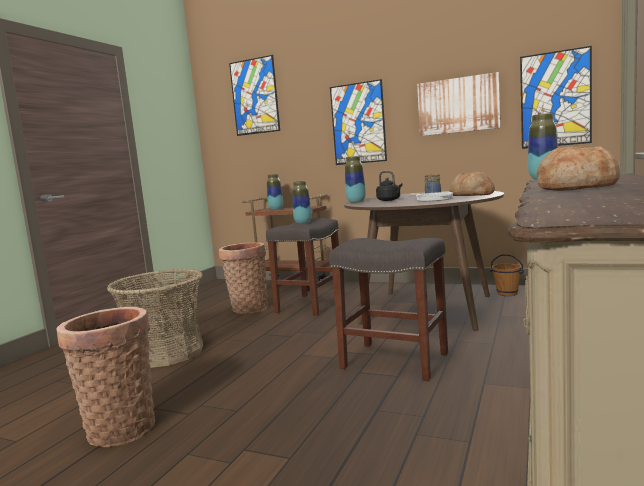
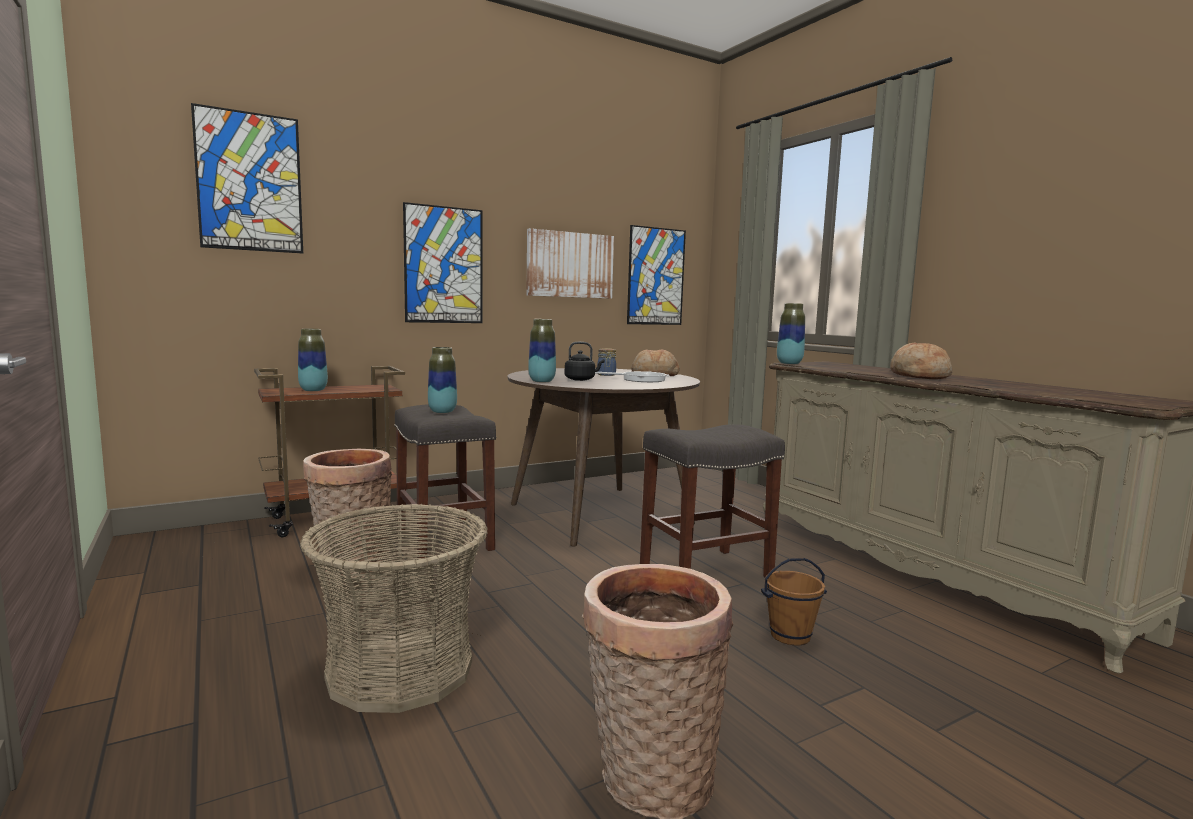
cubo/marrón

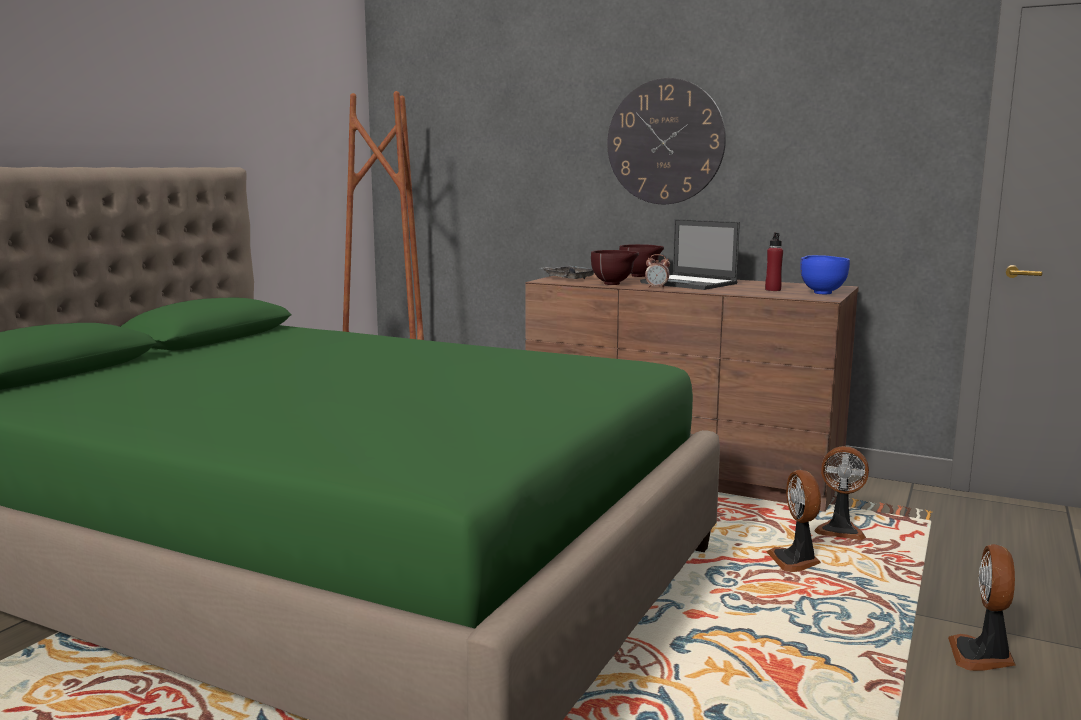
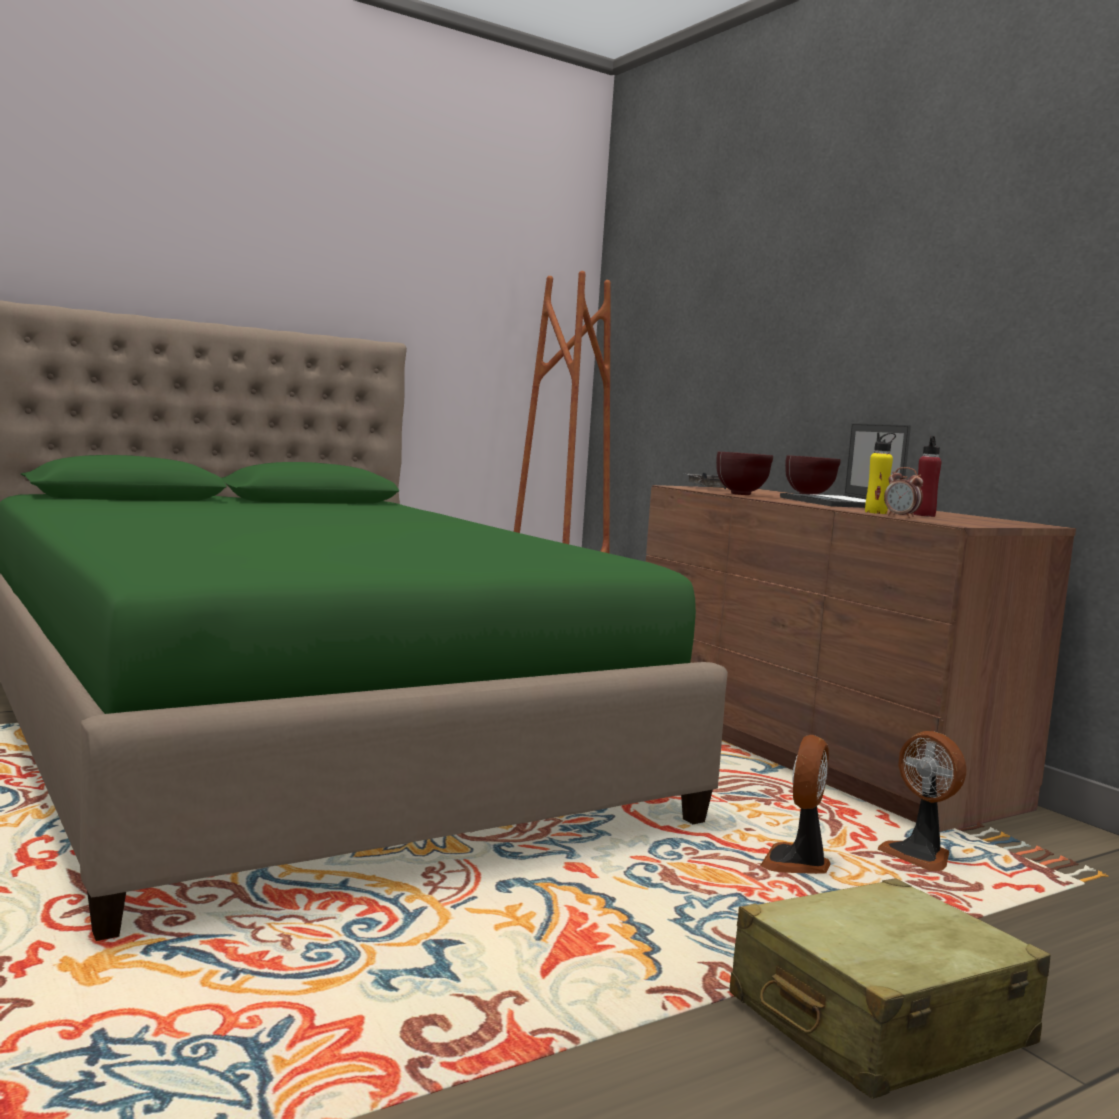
reloj de pared
despertador
cuenco/azul
maleta/beis
botella/amarillo

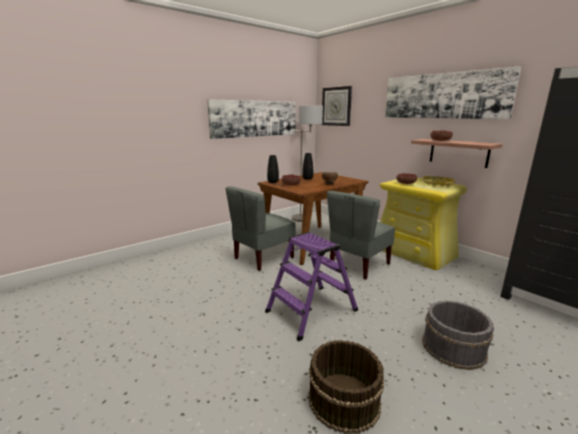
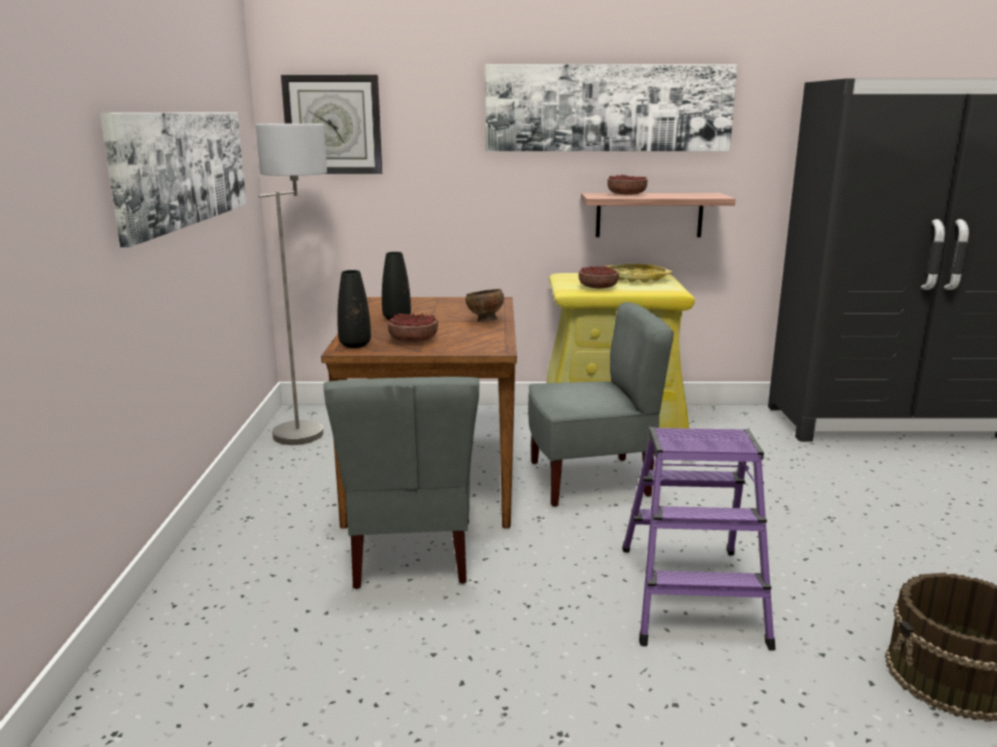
silla/gris (no. 2 from left)
cubo/gris

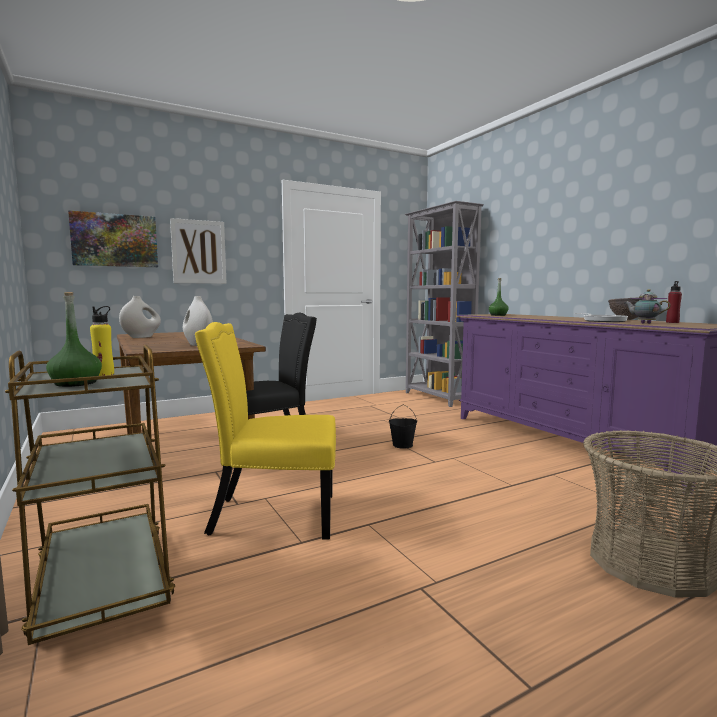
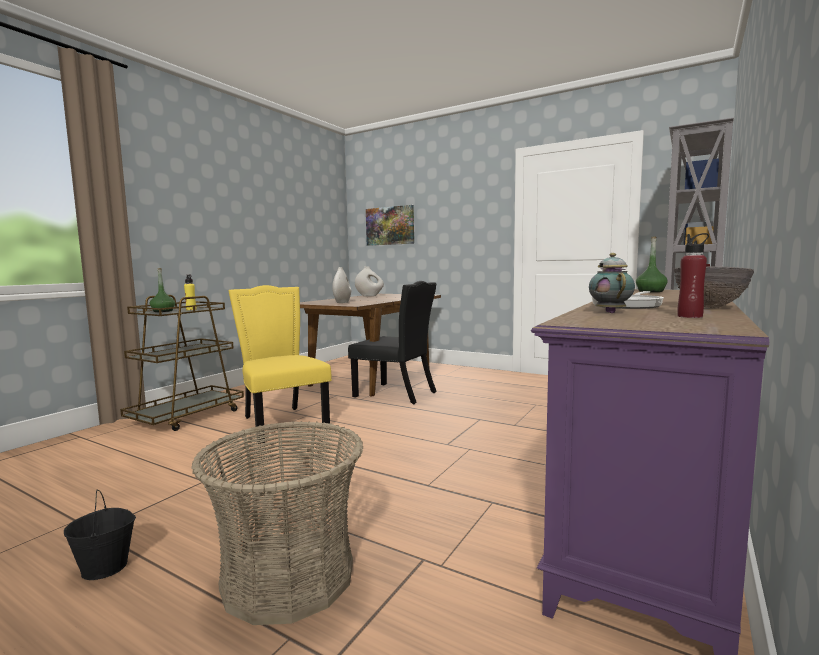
cuadro (no. 2 from left in the first image)
cubo/negro

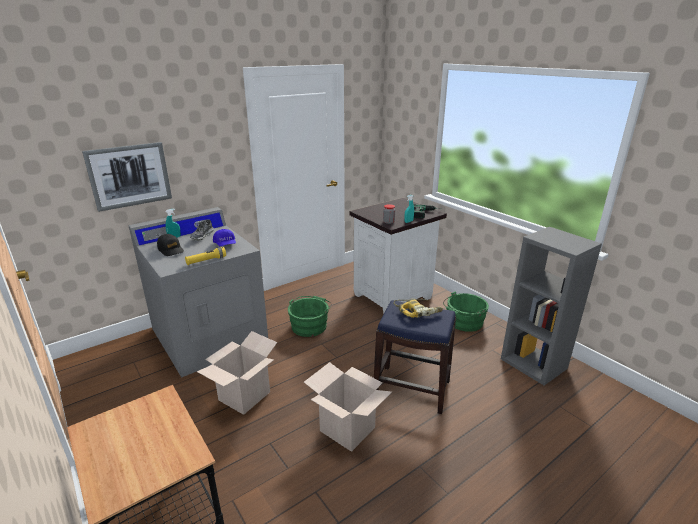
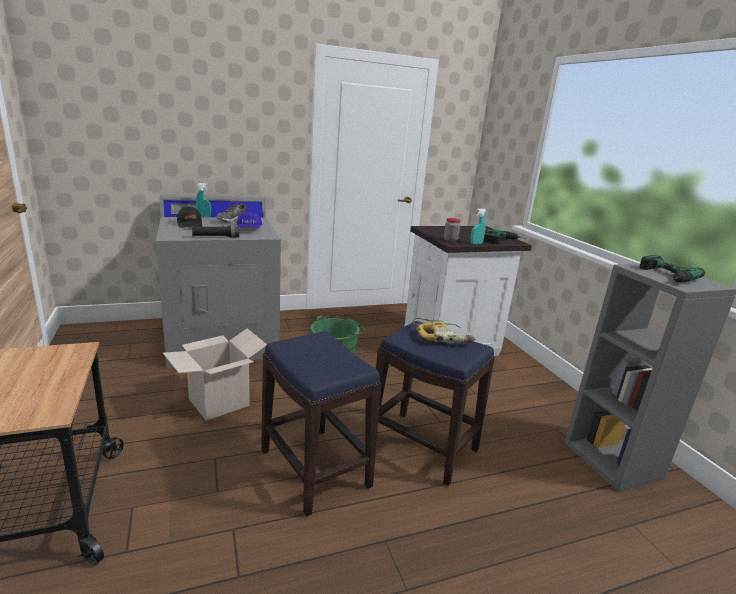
cuadro
linterna/negro
taburete (no. 1 from left)
cubo/verde (no. 2 from left in the first image)
taladro (no. 3 from left)

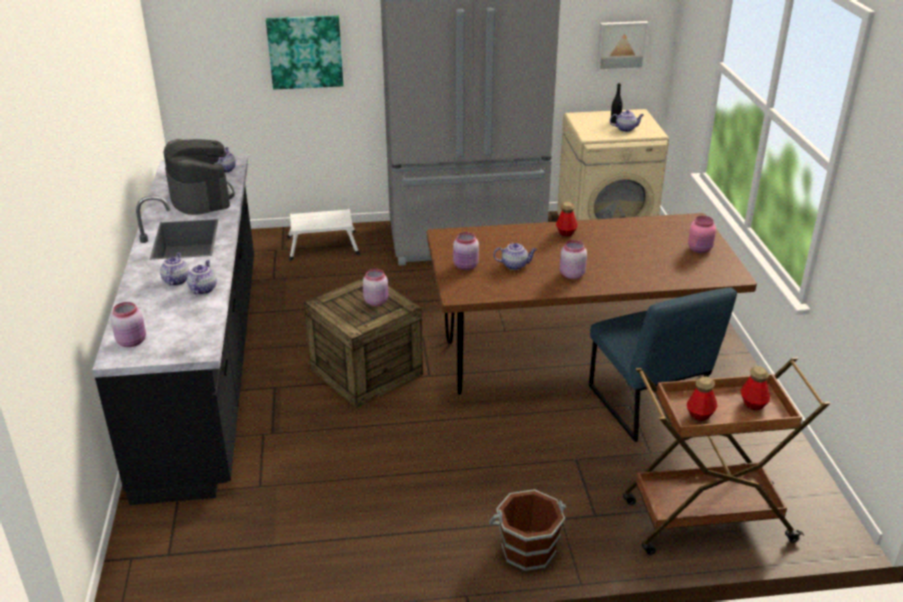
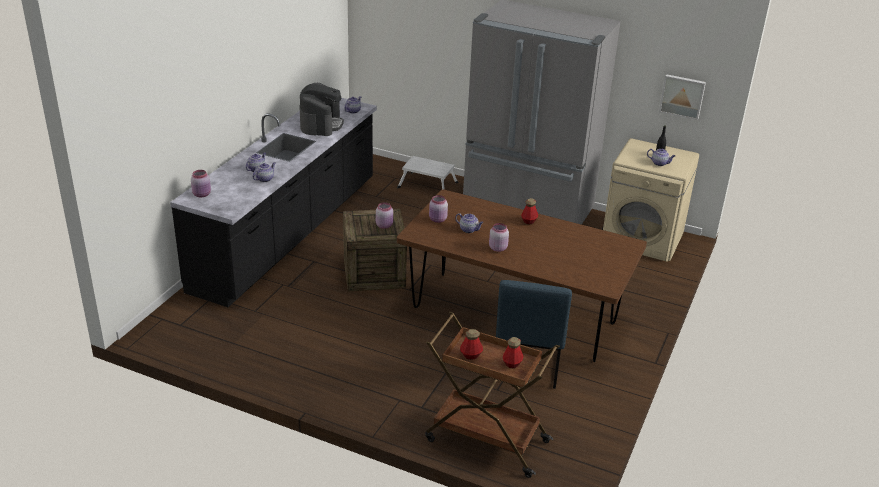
cuadro (no. 1 from left in the first image)
cubo/marrón
tarro/rosa (no. 5 from left in the first image)

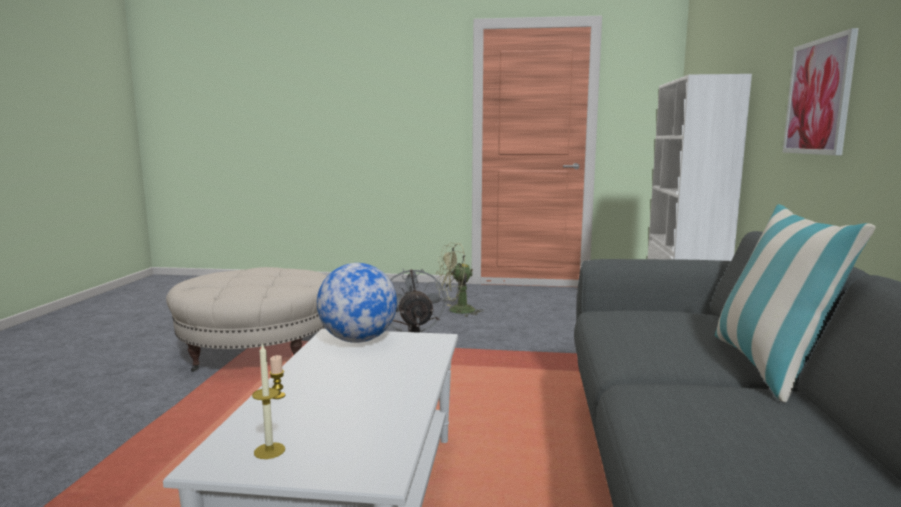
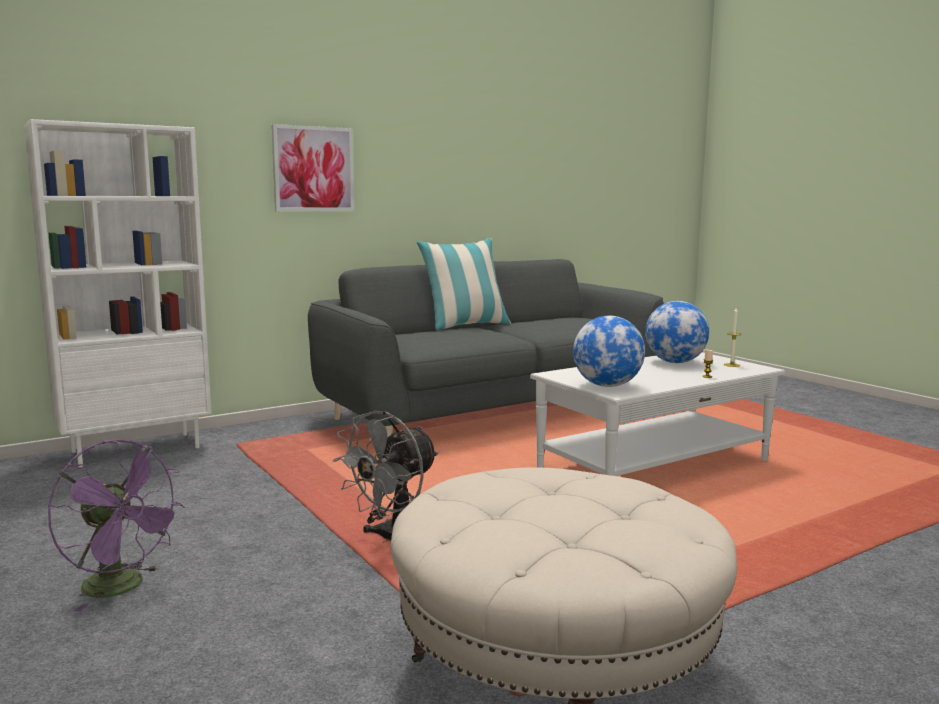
ventilador/morado
globo terráqueo (no. 2 from left)

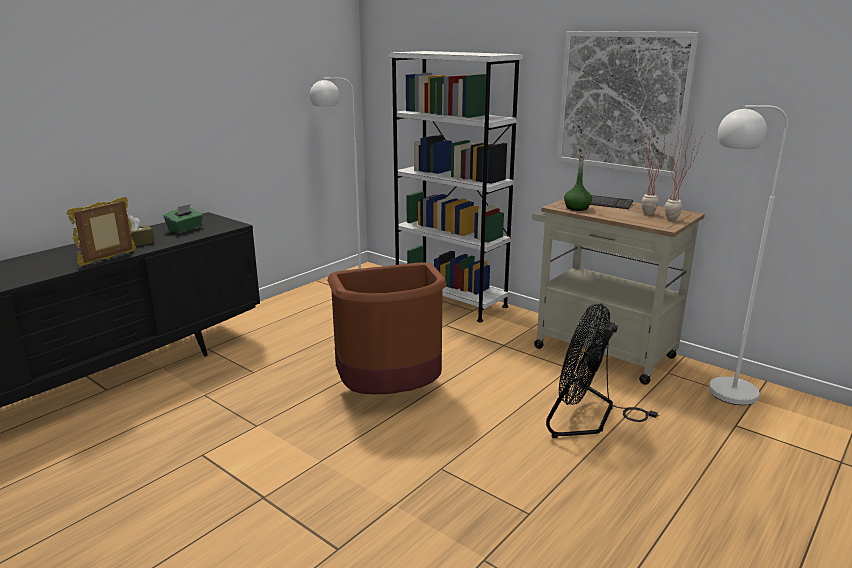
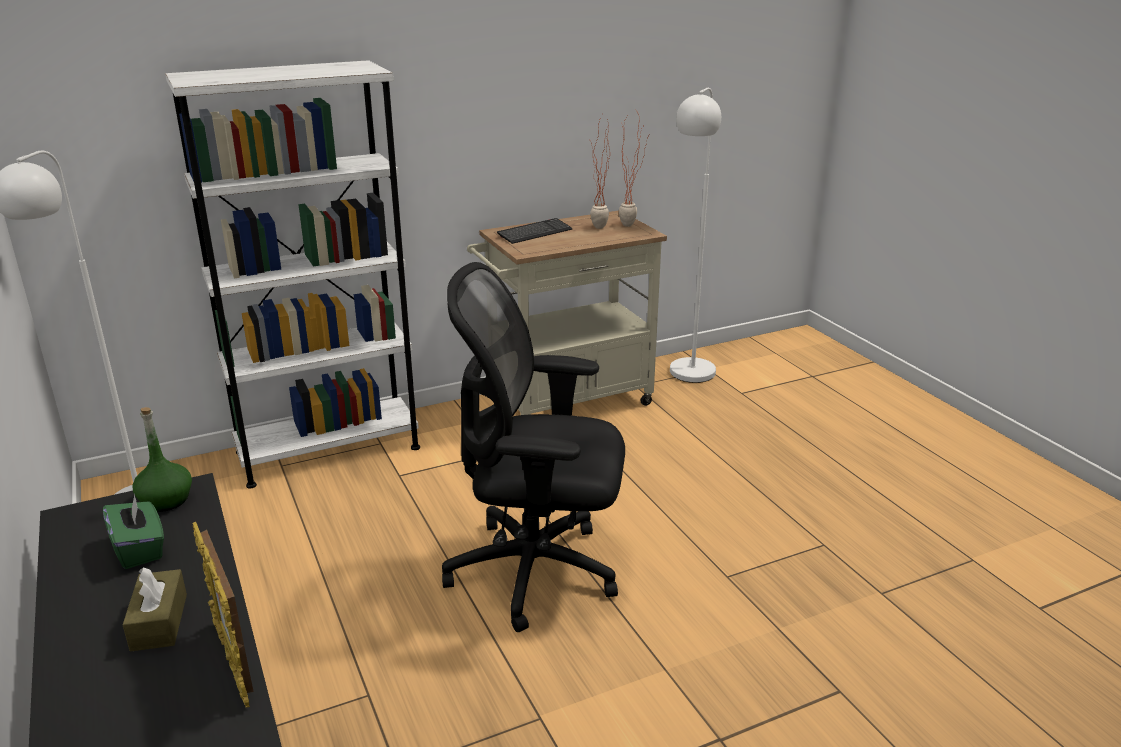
silla de oficina/negro
ventilador/negro
cuadro
botella/verde

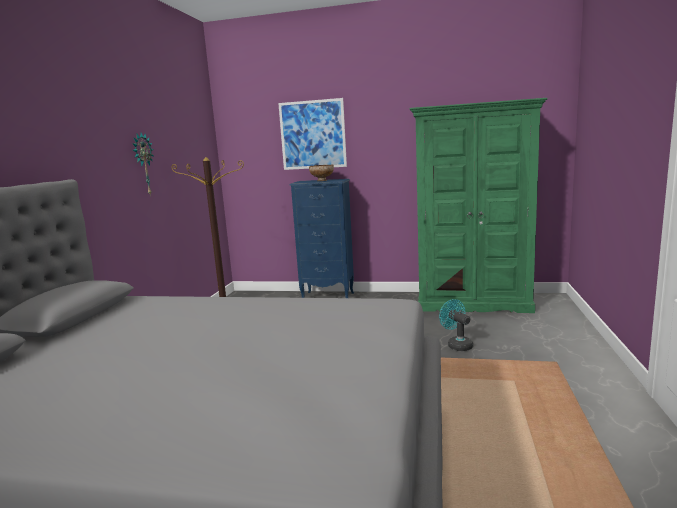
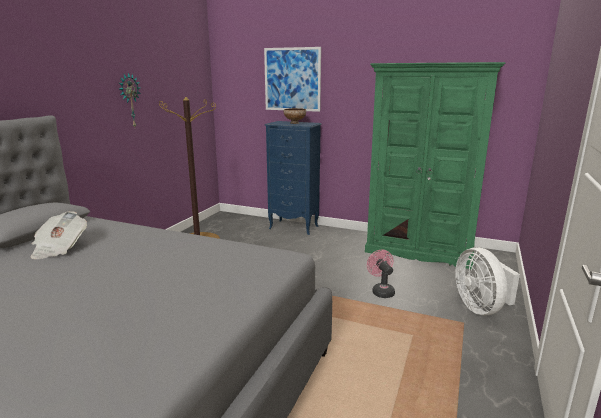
ventilador/rosa
periódico
ventilador/blanco

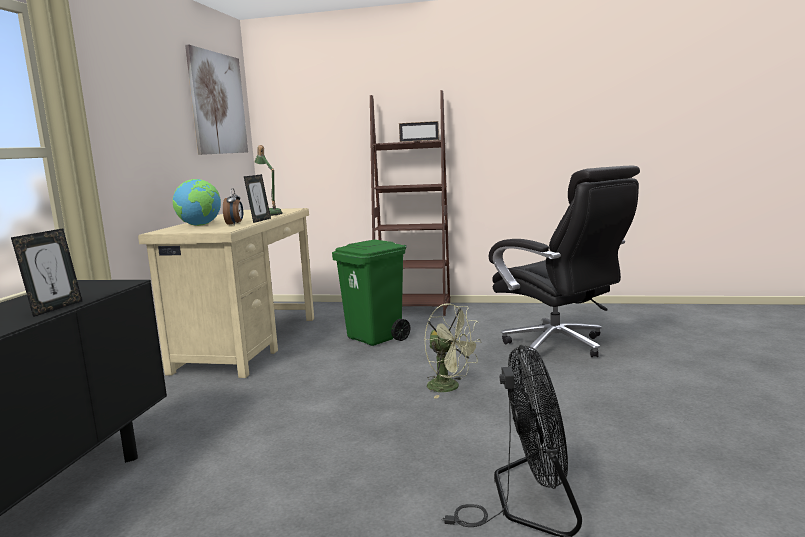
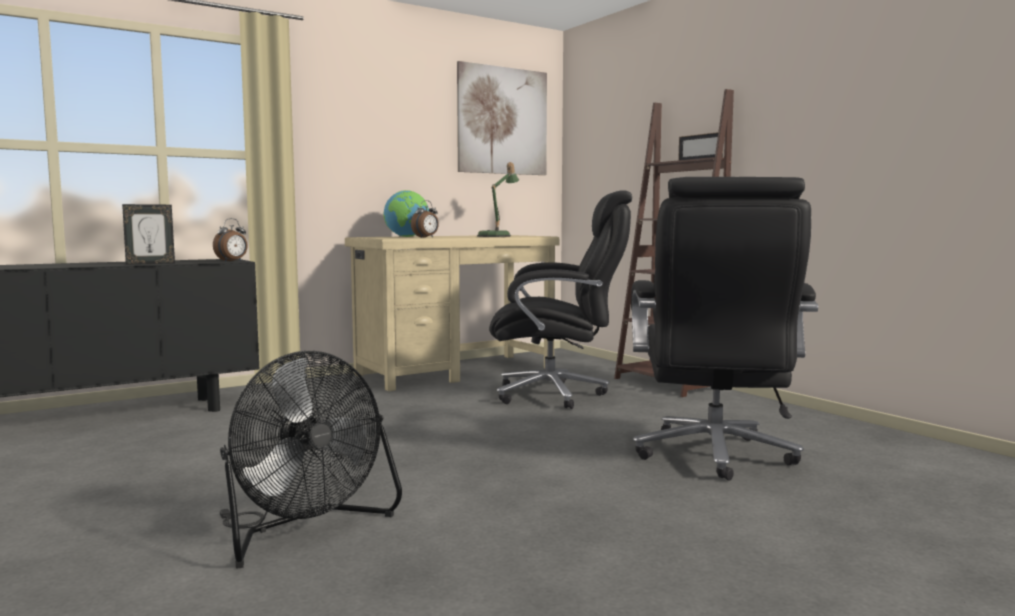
portarretratos (no. 2 from left in the first image)
silla de oficina/negro (no. 1 from left)
ventilador/verde
despertador (no. 1 from left)

